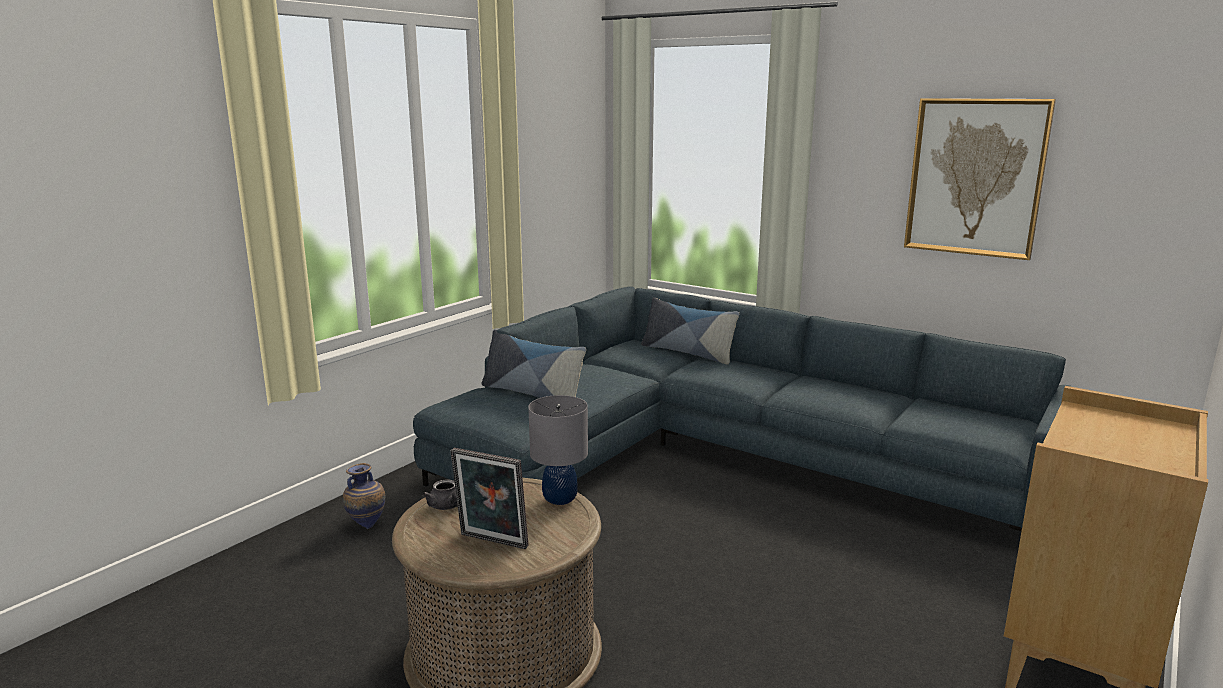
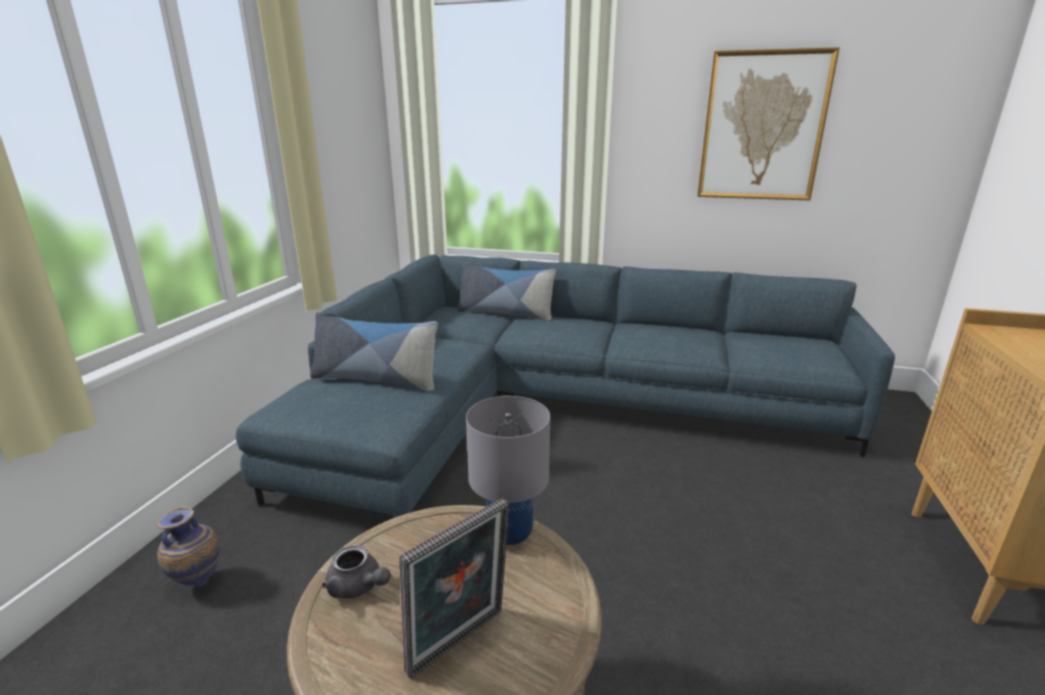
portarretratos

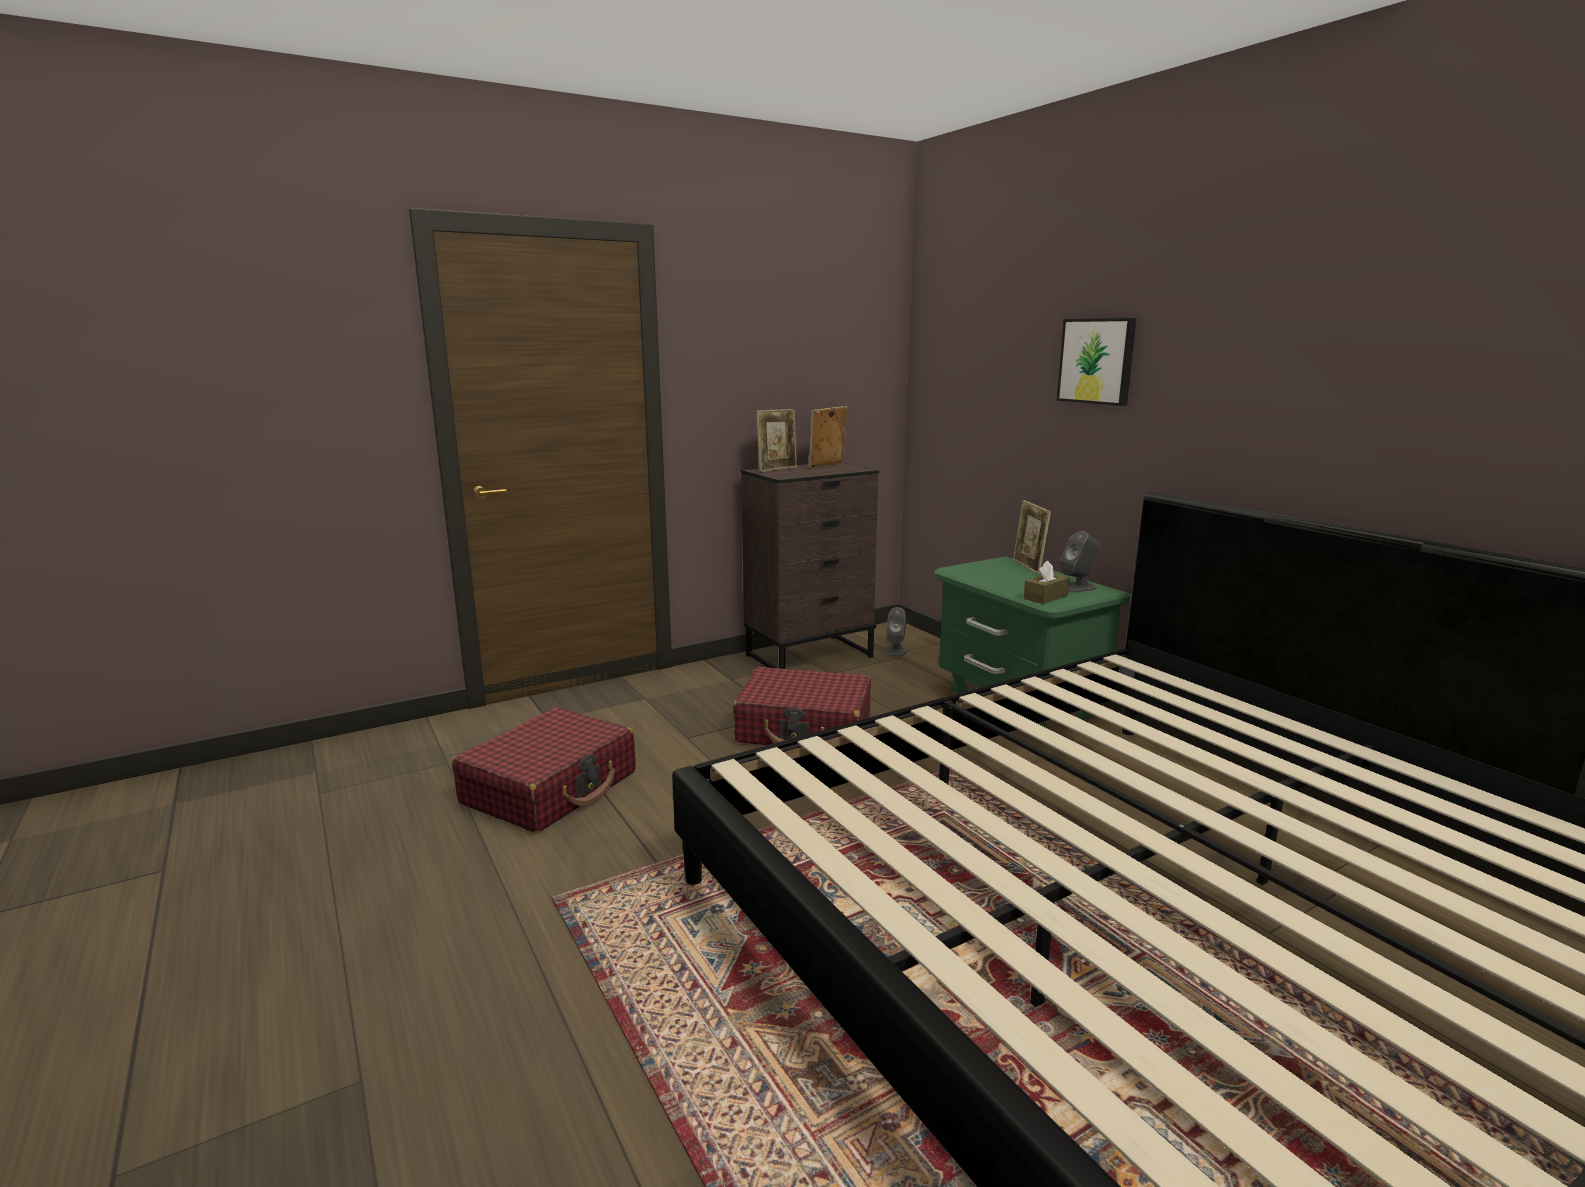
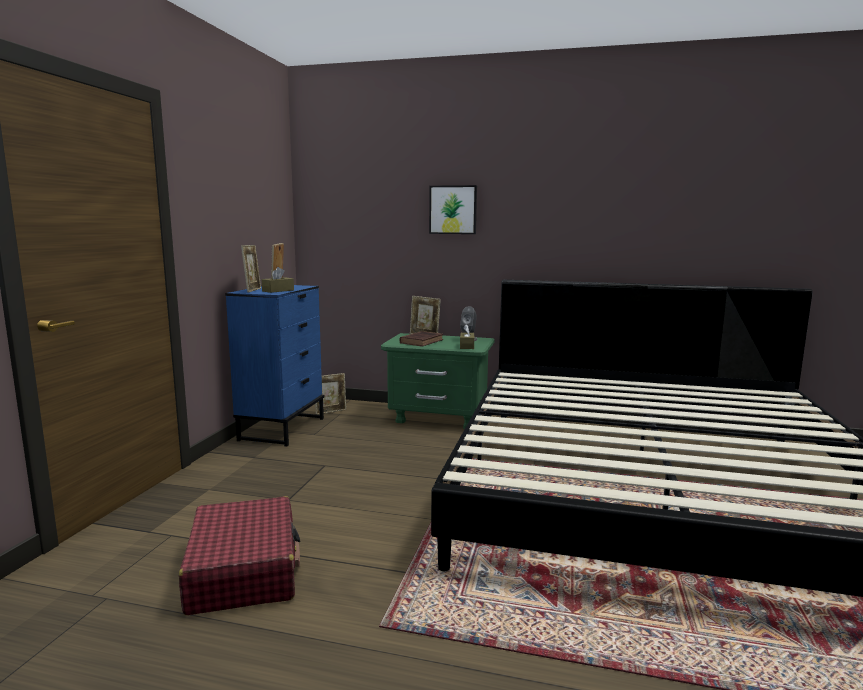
maleta/rojo (no. 2 from left in the first image)
cómoda/azul
portarretratos (no. 3 from left)
caja de pañuelos/marrón (no. 1 from left)
libro/marrón

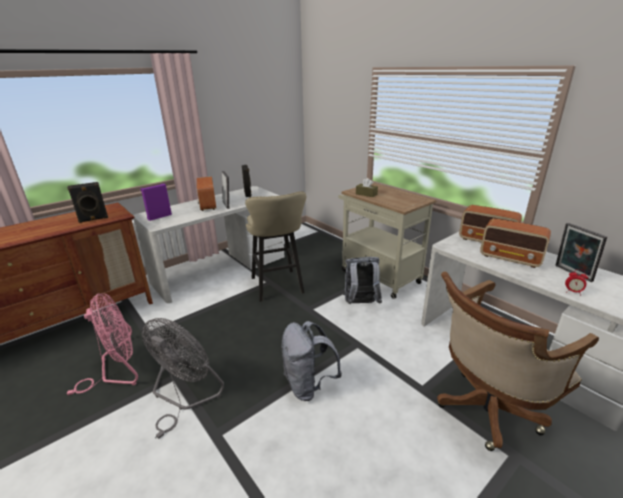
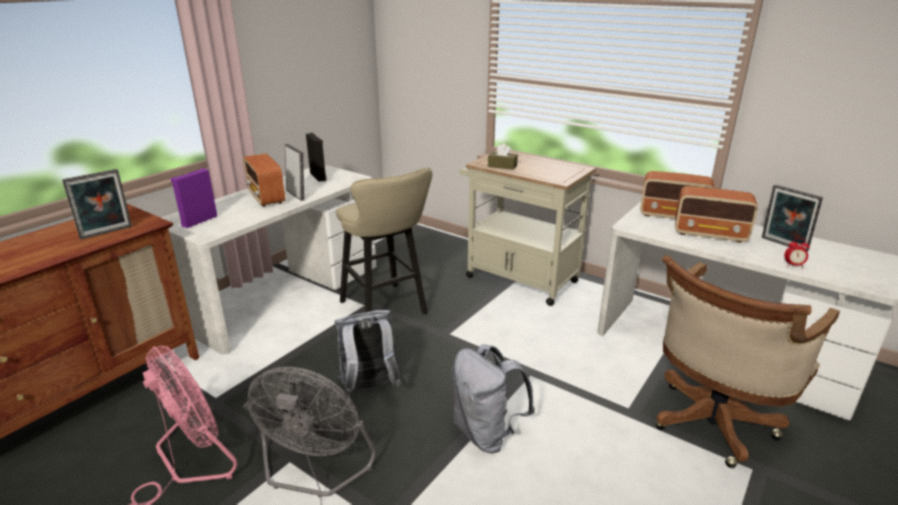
portarretratos (no. 1 from left)
mochila/gris (no. 1 from left)

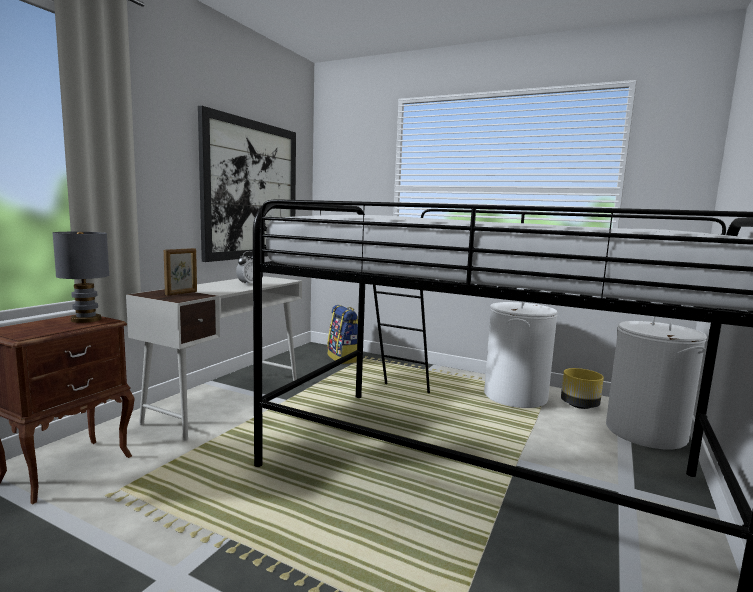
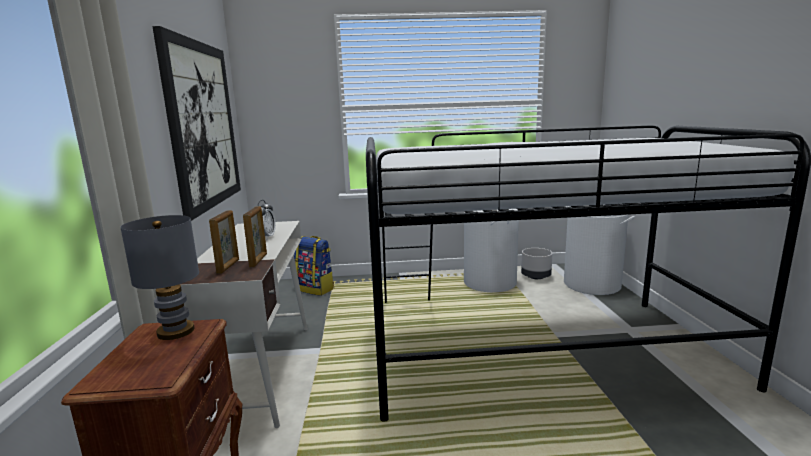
maceta/gris
portarretratos (no. 2 from left)

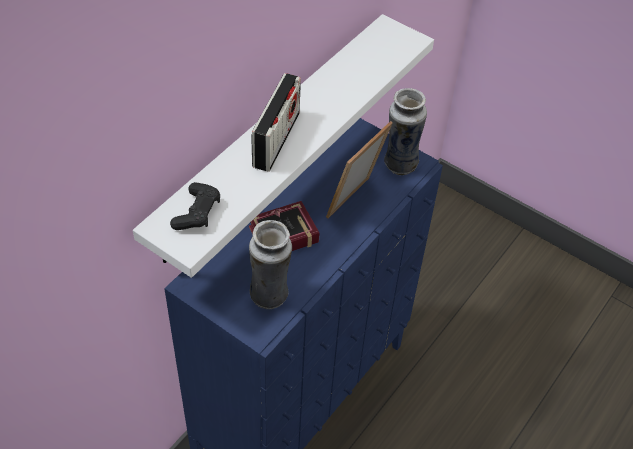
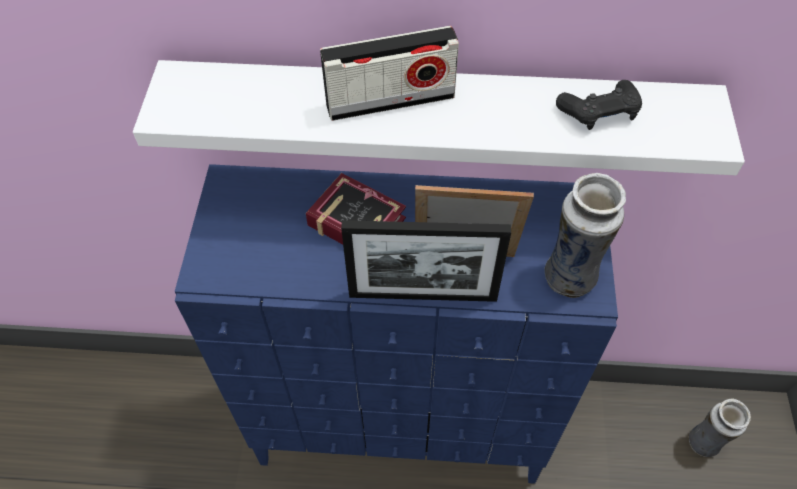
mando de consola/negro
florero (no. 2 from left)
portarretratos (no. 1 from left)

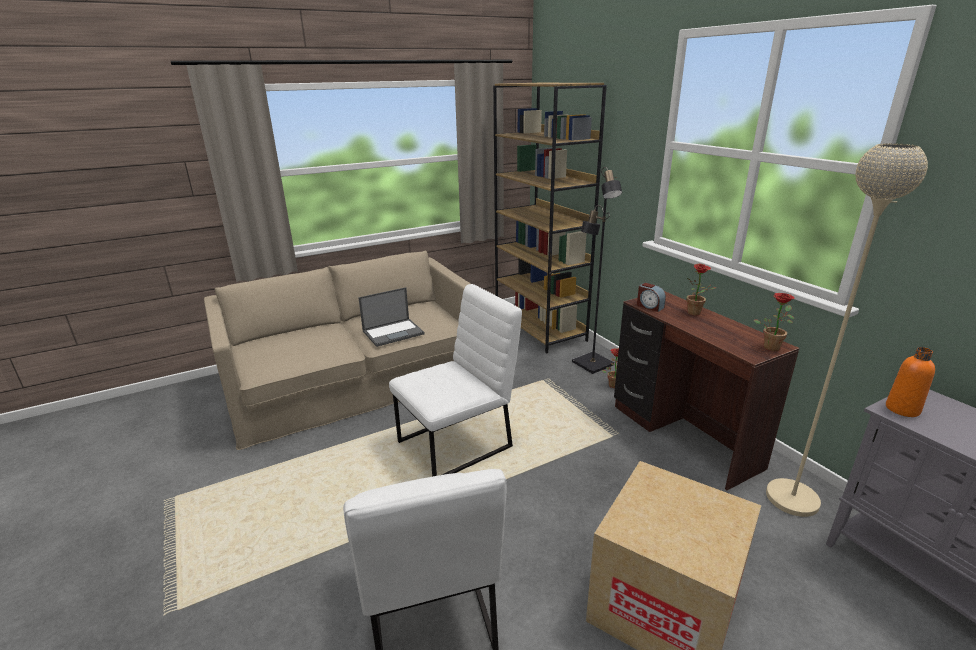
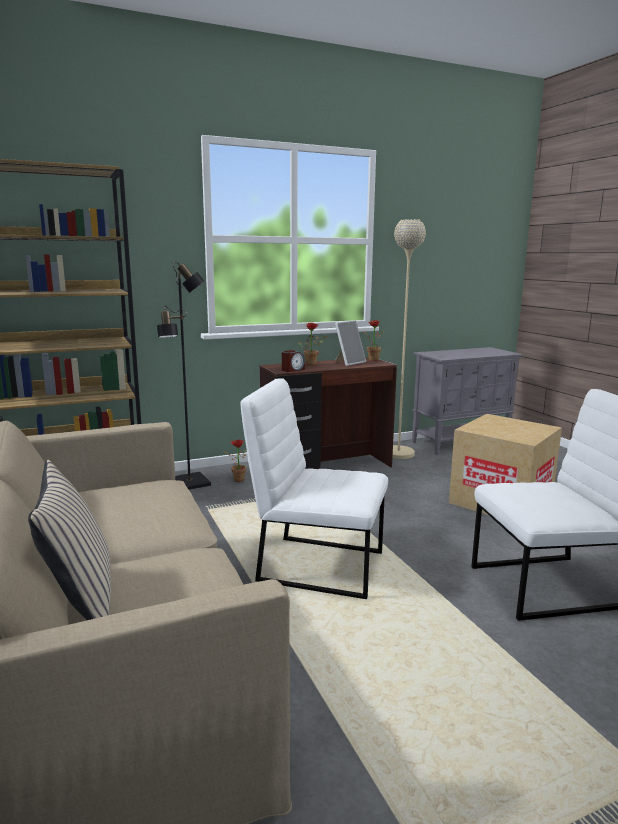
portátil
silla/blanco (no. 1 from left)
botella/naranja
cojín/beis
portarretratos

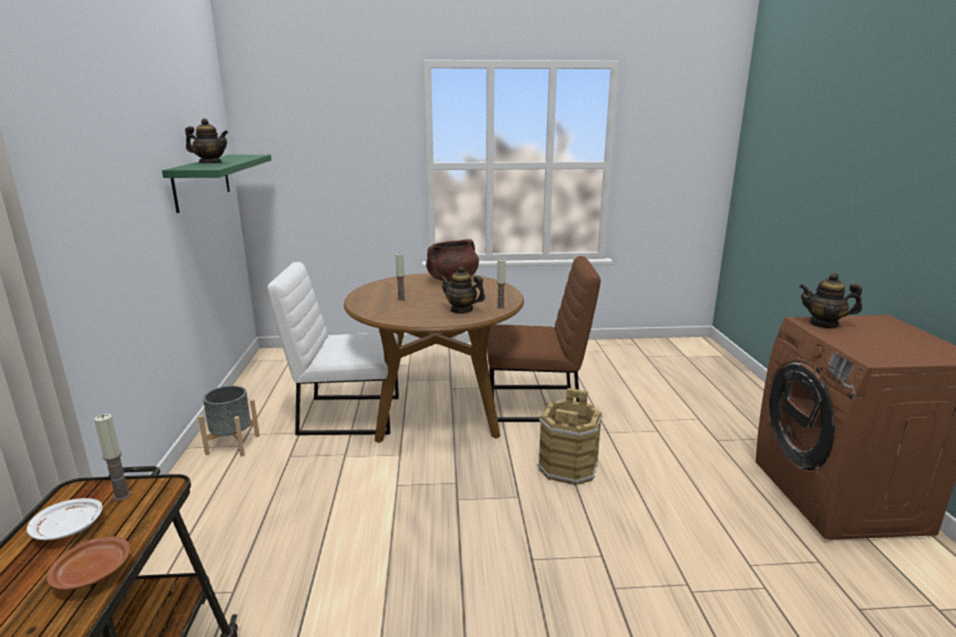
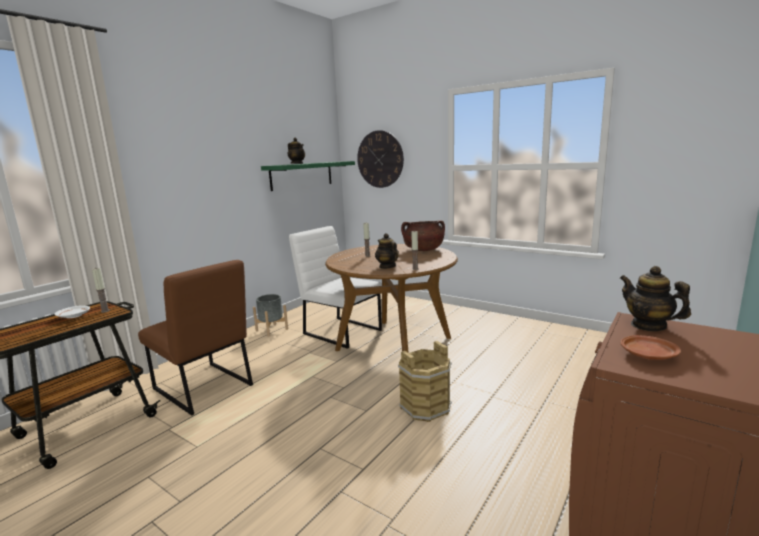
plato/marrón
silla/marrón
reloj de pared

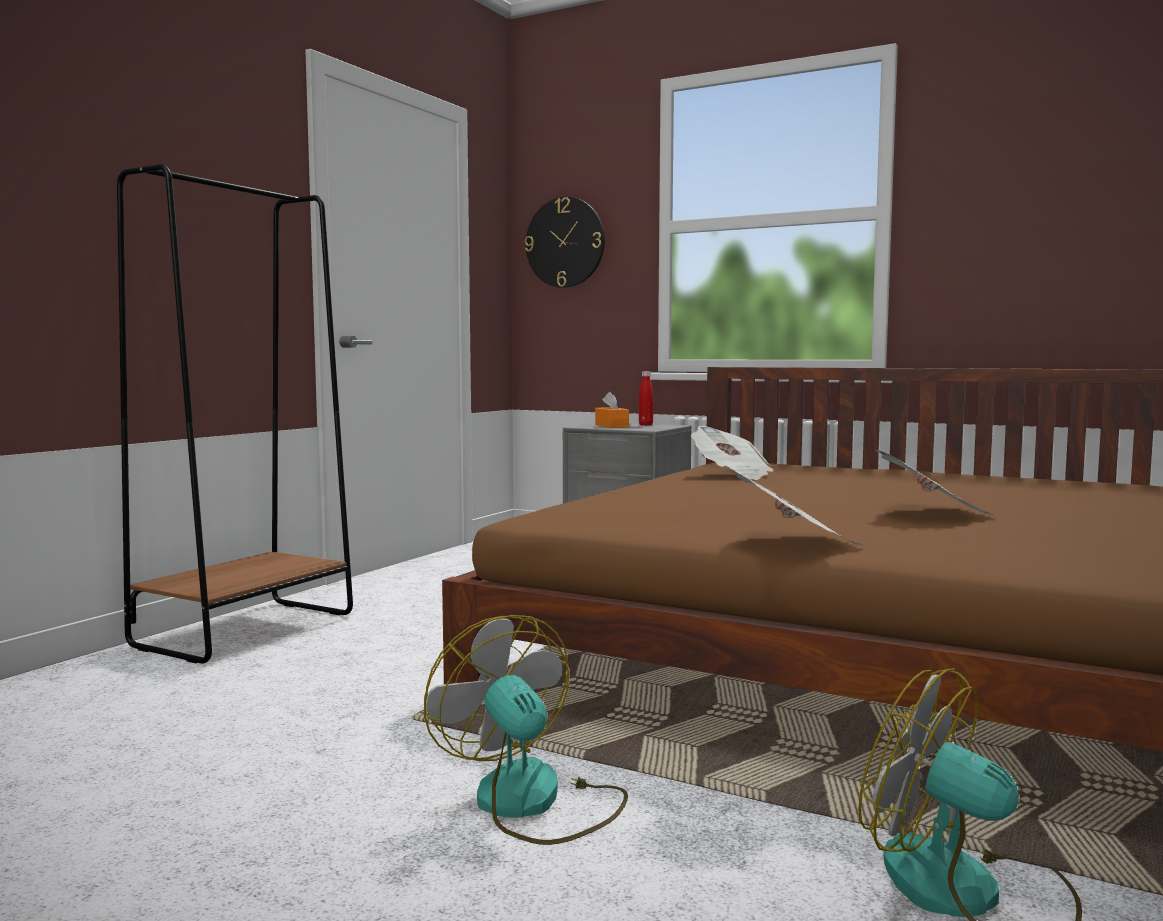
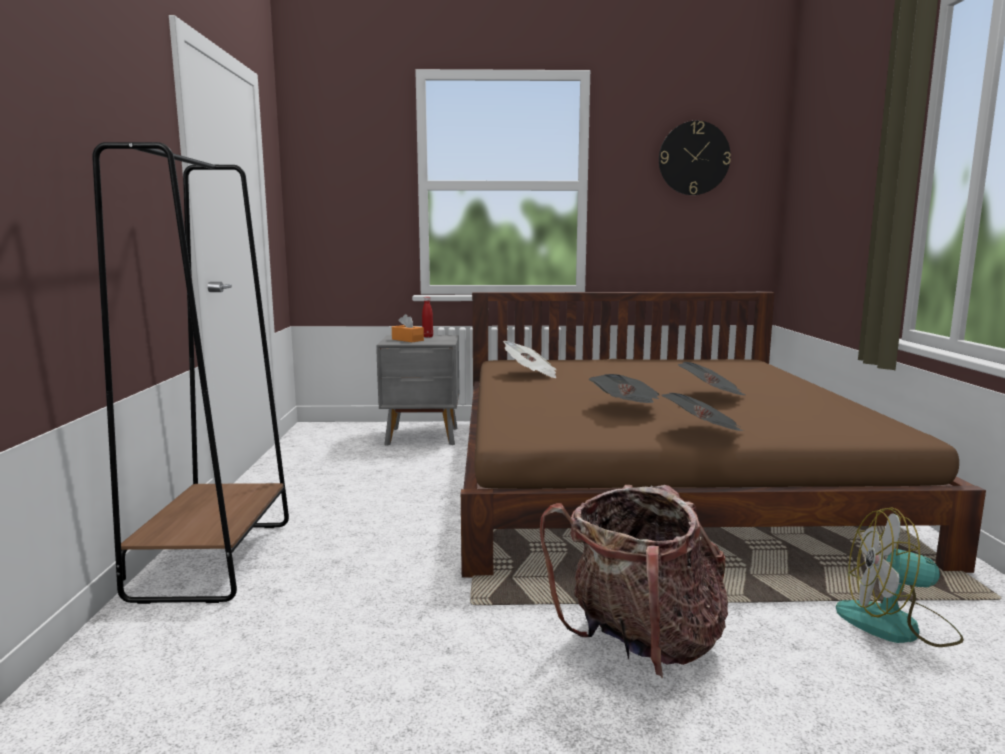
mochila
reloj de pared
periódico (no. 2 from left)

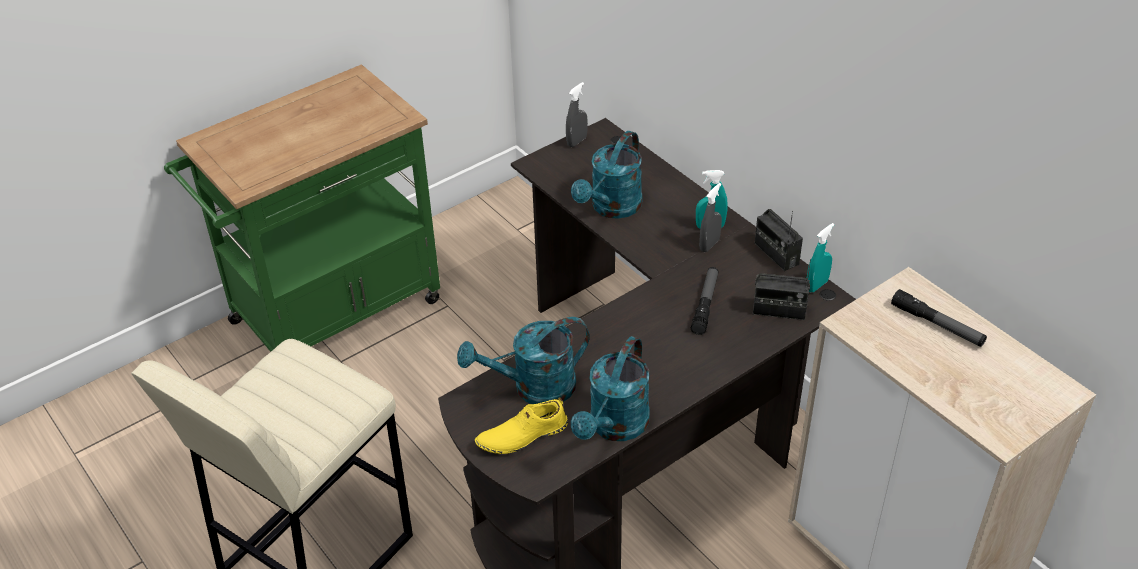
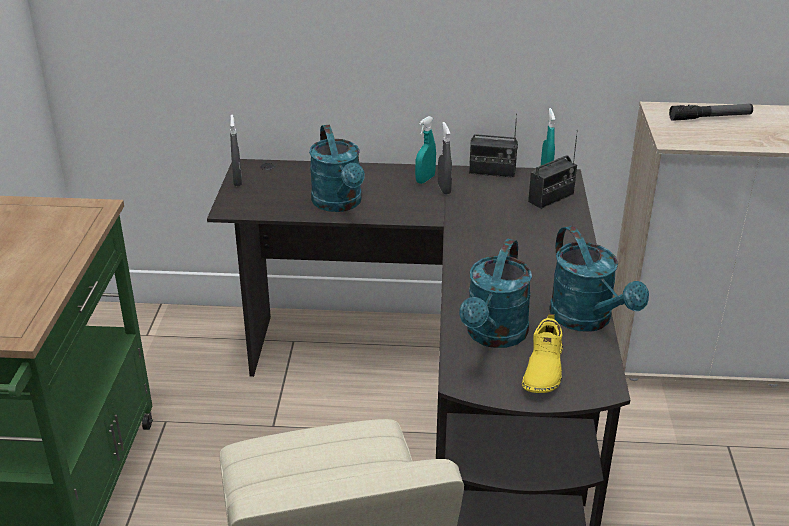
linterna (no. 1 from left in the first image)

